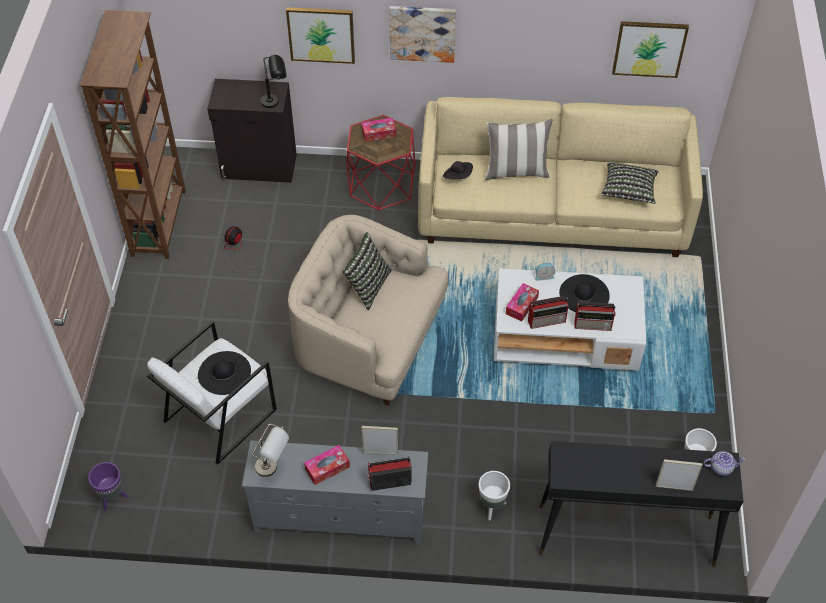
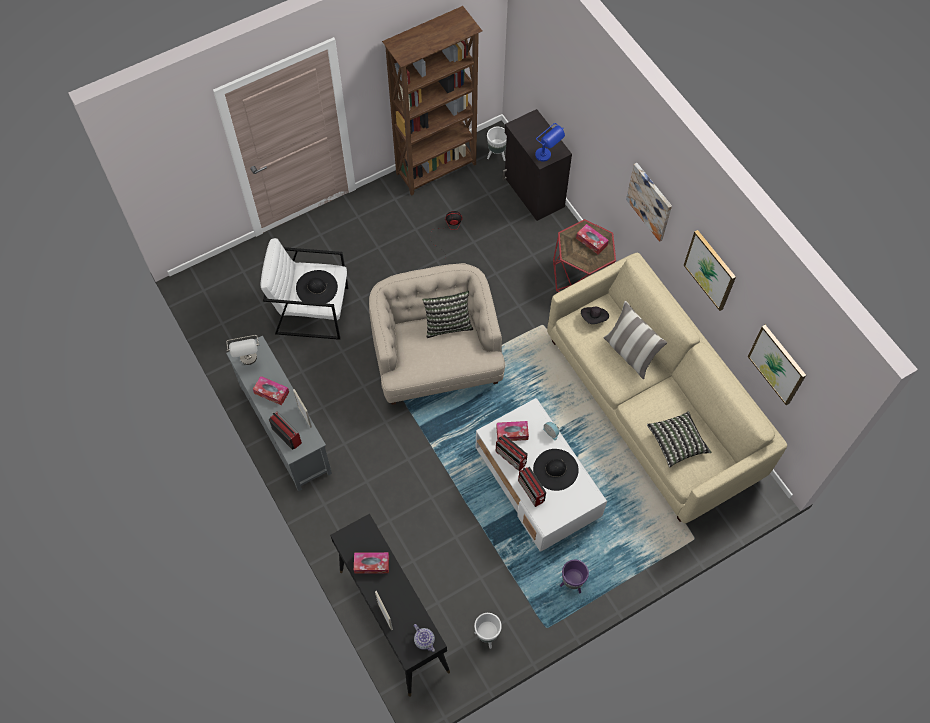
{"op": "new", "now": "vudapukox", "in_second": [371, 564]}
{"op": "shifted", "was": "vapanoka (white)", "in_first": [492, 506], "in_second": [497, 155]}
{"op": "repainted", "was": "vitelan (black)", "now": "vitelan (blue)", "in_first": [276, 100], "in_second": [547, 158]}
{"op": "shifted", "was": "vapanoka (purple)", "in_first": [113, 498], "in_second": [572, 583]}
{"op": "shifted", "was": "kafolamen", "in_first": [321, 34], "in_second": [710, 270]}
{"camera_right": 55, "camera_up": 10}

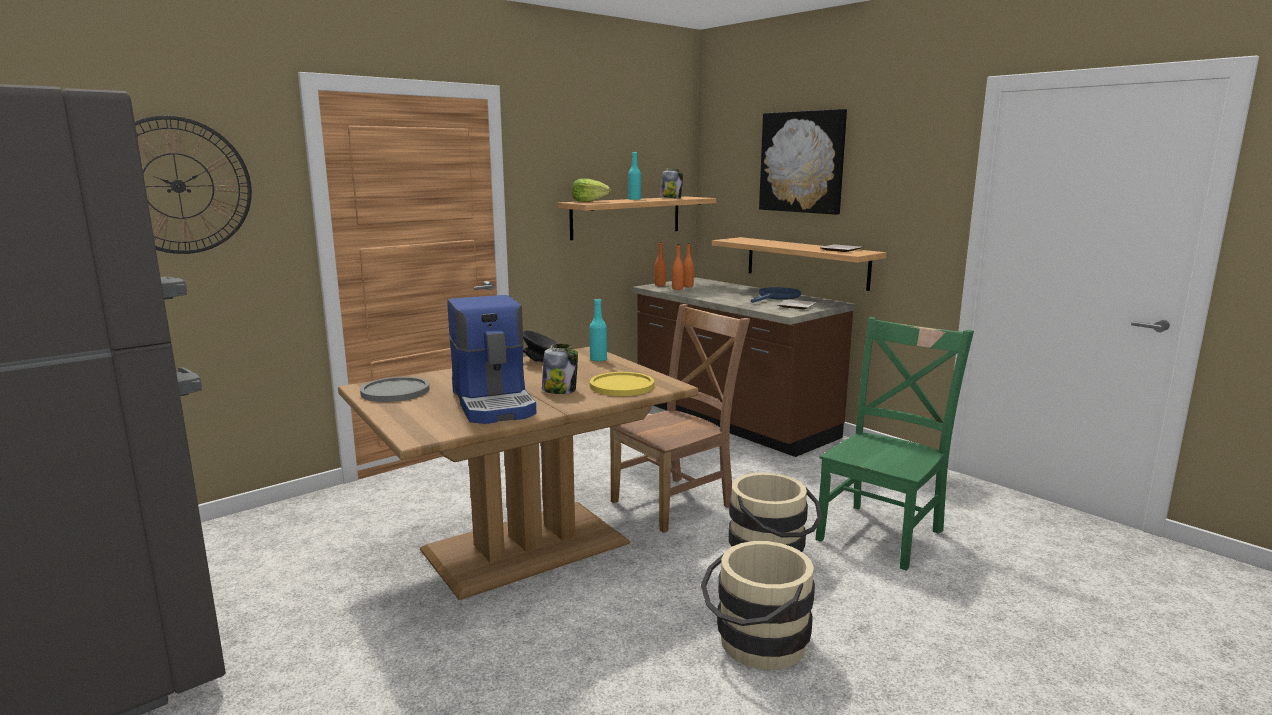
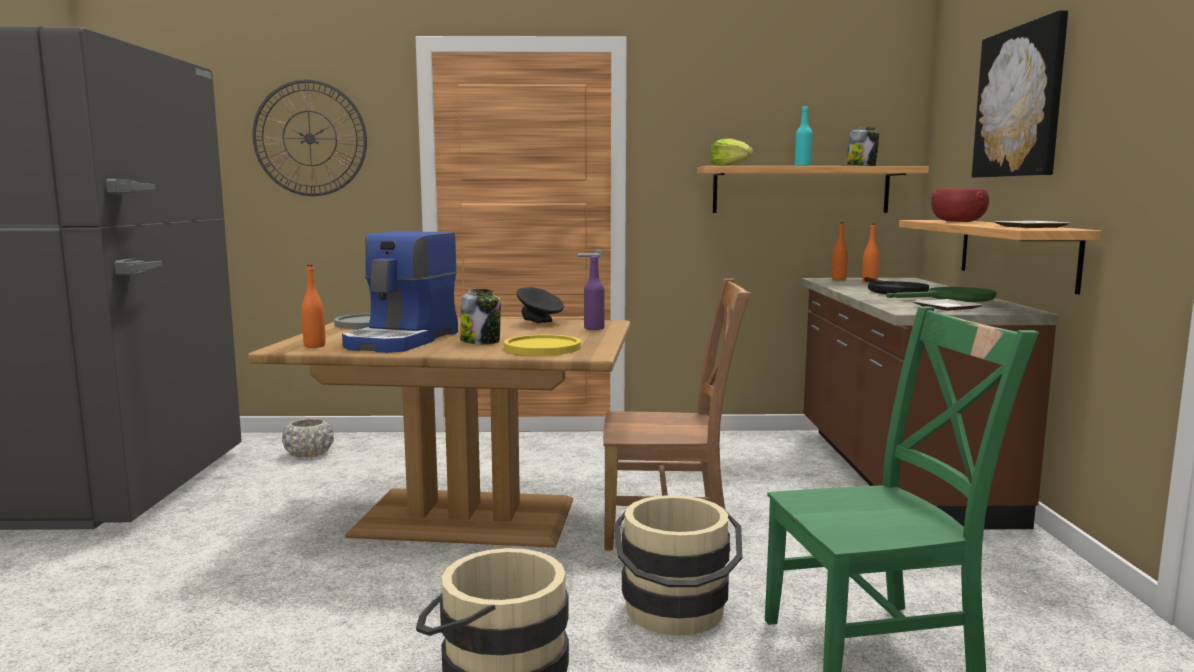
{"op": "new", "now": "vapanoka (beige)", "in_second": [308, 454]}
{"op": "shifted", "was": "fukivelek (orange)", "in_first": [677, 289], "in_second": [314, 346]}
{"op": "repainted", "was": "fukivelek (turquoise)", "now": "fukivelek (purple)", "in_first": [598, 359], "in_second": [594, 329]}
{"op": "new", "now": "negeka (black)", "in_second": [893, 291]}
{"op": "repainted", "was": "negeka (blue)", "now": "negeka (green)", "in_first": [776, 297], "in_second": [953, 299]}
{"op": "new", "now": "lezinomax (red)", "in_second": [957, 222]}
{"camera_right": 40, "camera_up": -5}

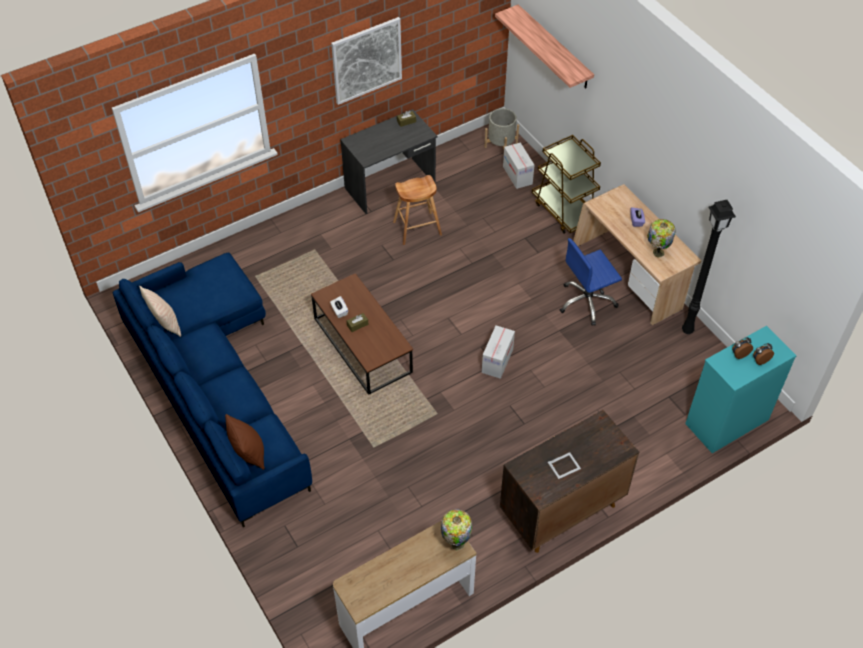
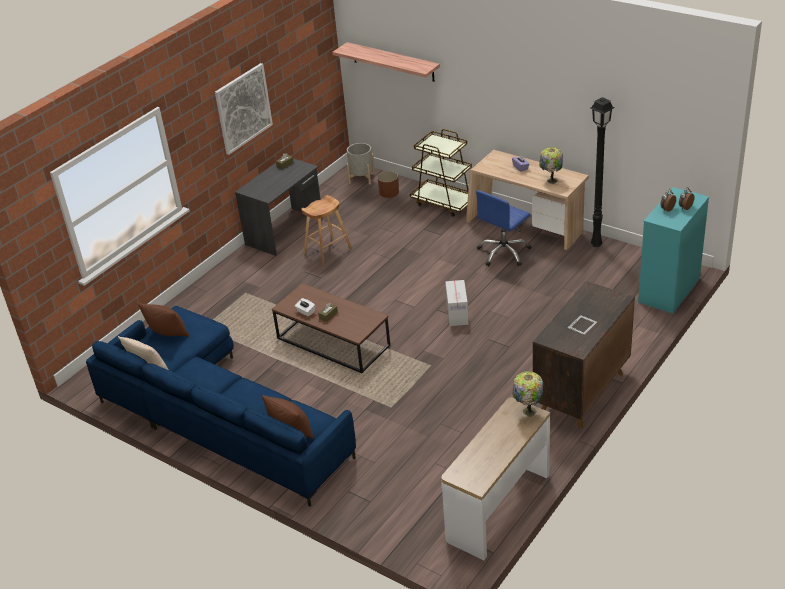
{"op": "new", "now": "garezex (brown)", "in_second": [168, 335]}
{"op": "swapped", "was": "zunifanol", "now": "vapanoka (brown)", "in_first": [517, 175], "in_second": [389, 192]}
{"camera_right": -20, "camera_up": -15}

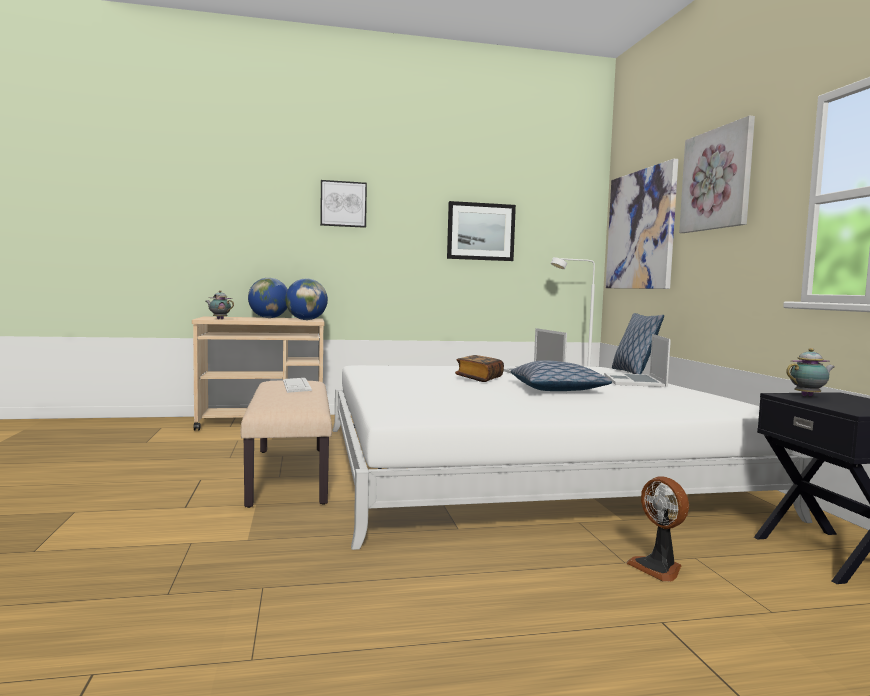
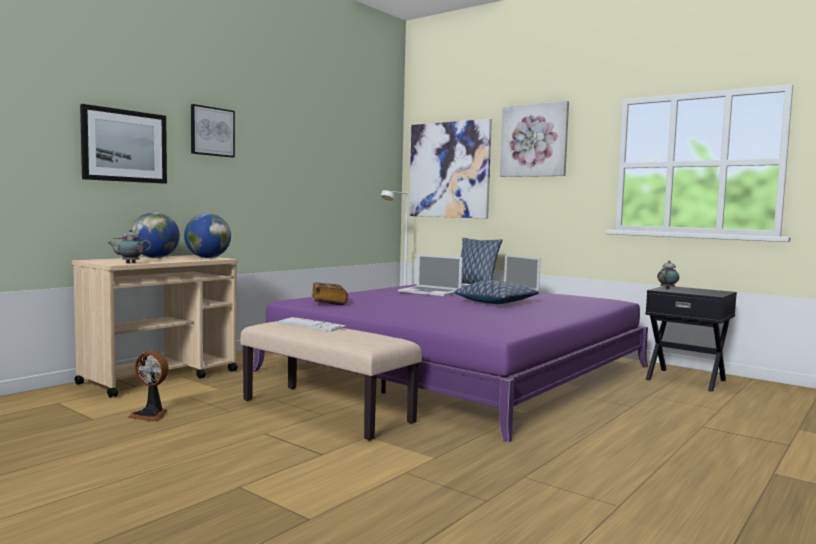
{"op": "shifted", "was": "kafolamen", "in_first": [480, 231], "in_second": [124, 146]}
{"op": "shifted", "was": "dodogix", "in_first": [658, 568], "in_second": [151, 415]}
{"op": "repainted", "was": "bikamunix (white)", "now": "bikamunix (purple)", "in_first": [520, 467], "in_second": [457, 369]}
{"op": "shifted", "was": "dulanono", "in_first": [479, 378], "in_second": [329, 303]}
{"camera_right": -40, "camera_up": 0}

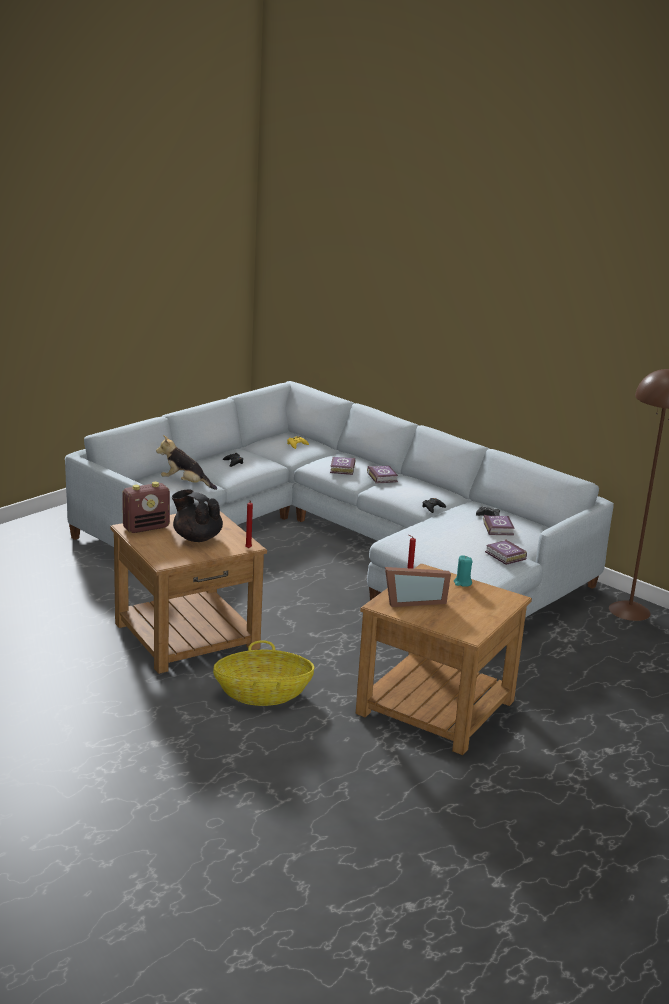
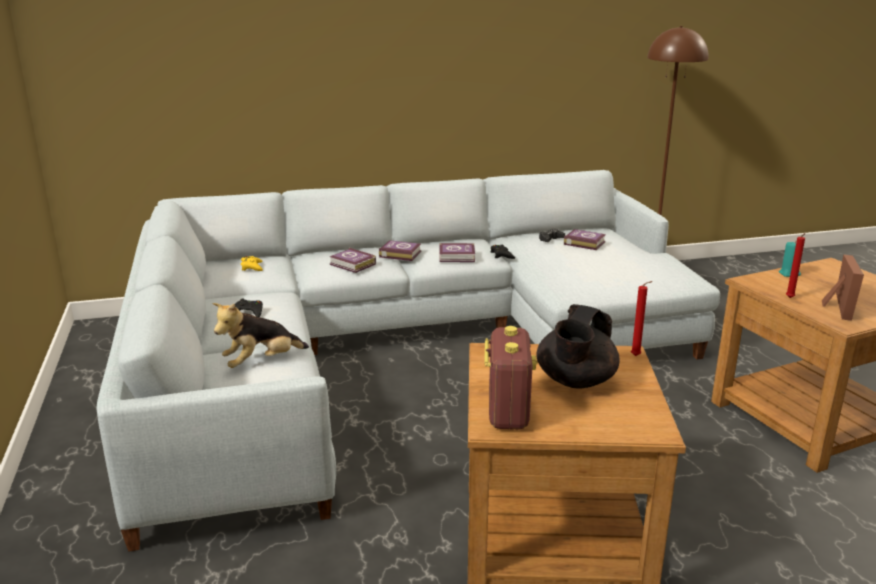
{"op": "shifted", "was": "dulanono", "in_first": [505, 556], "in_second": [458, 257]}
{"op": "rotated", "was": "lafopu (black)", "in_first": [196, 538], "in_second": [575, 381], "clockwise": -45}
{"op": "gone", "was": "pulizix", "in_first": [263, 694]}
{"camera_right": -55, "camera_up": 0}

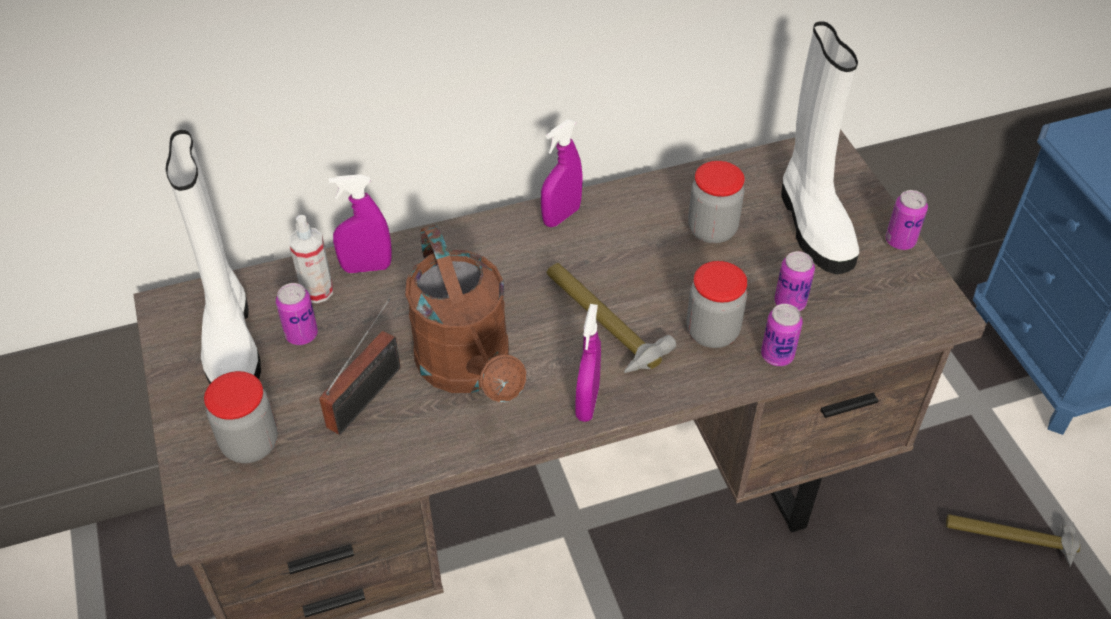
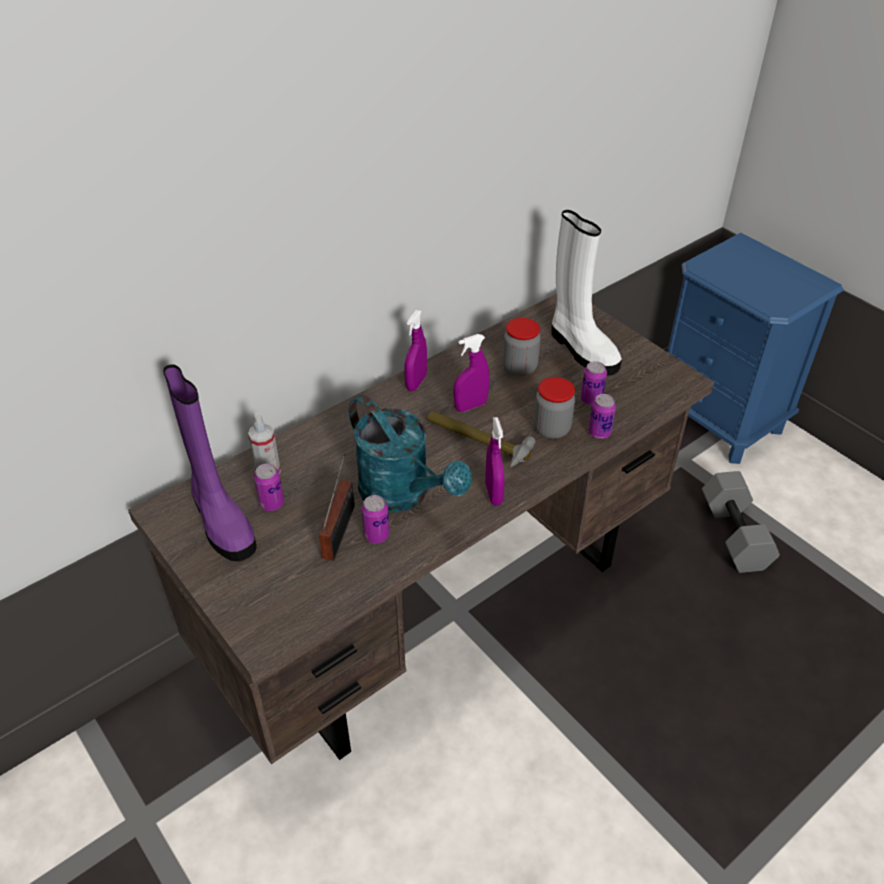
{"op": "repainted", "was": "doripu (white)", "now": "doripu (purple)", "in_first": [231, 340], "in_second": [221, 521]}
{"op": "repainted", "was": "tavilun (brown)", "now": "tavilun (turquoise)", "in_first": [470, 369], "in_second": [404, 494]}
{"op": "shifted", "was": "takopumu", "in_first": [900, 241], "in_second": [376, 535]}
{"op": "shifted", "was": "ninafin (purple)", "in_first": [366, 267], "in_second": [470, 406]}
{"op": "swapped", "was": "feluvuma", "now": "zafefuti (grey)", "in_first": [1009, 538], "in_second": [736, 535]}
{"op": "gone", "was": "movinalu", "in_first": [250, 444]}
{"camera_right": -20, "camera_up": -5}

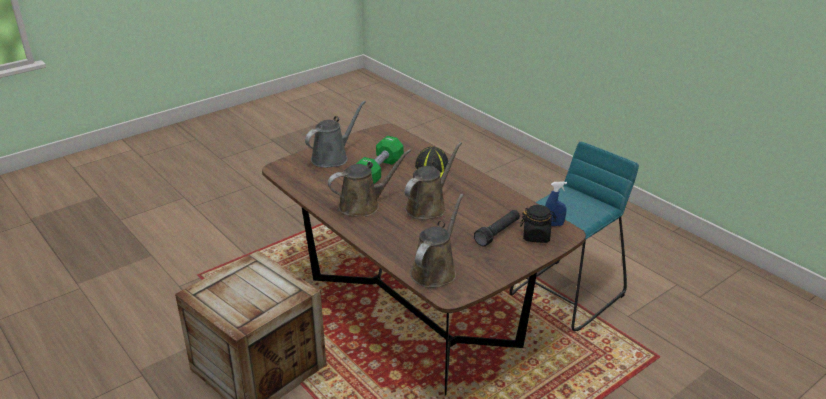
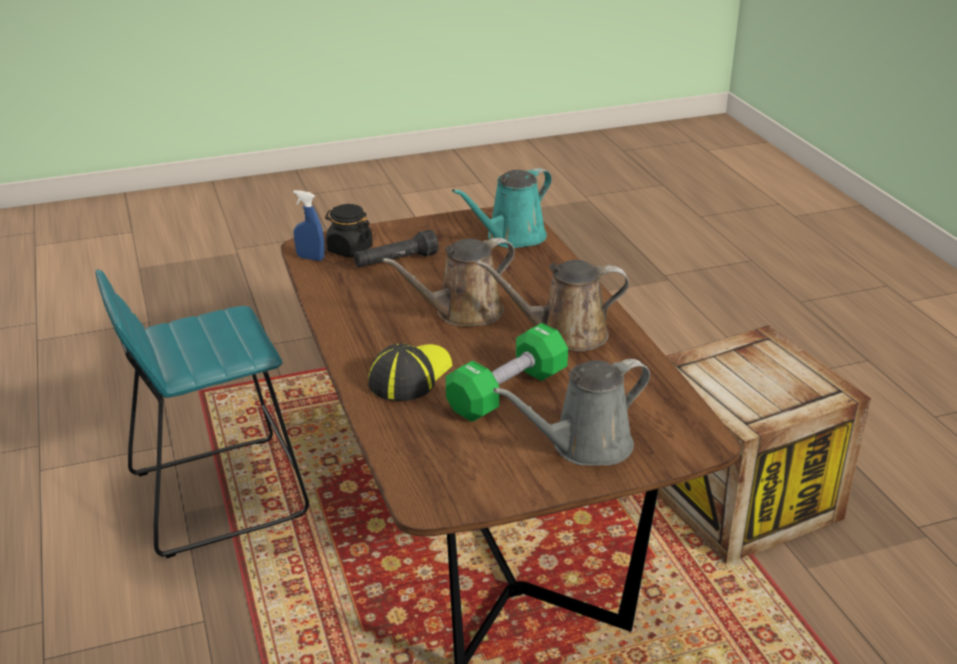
{"op": "repainted", "was": "tavilun (brown)", "now": "tavilun (turquoise)", "in_first": [435, 271], "in_second": [511, 237]}
{"camera_right": -160, "camera_up": 0}

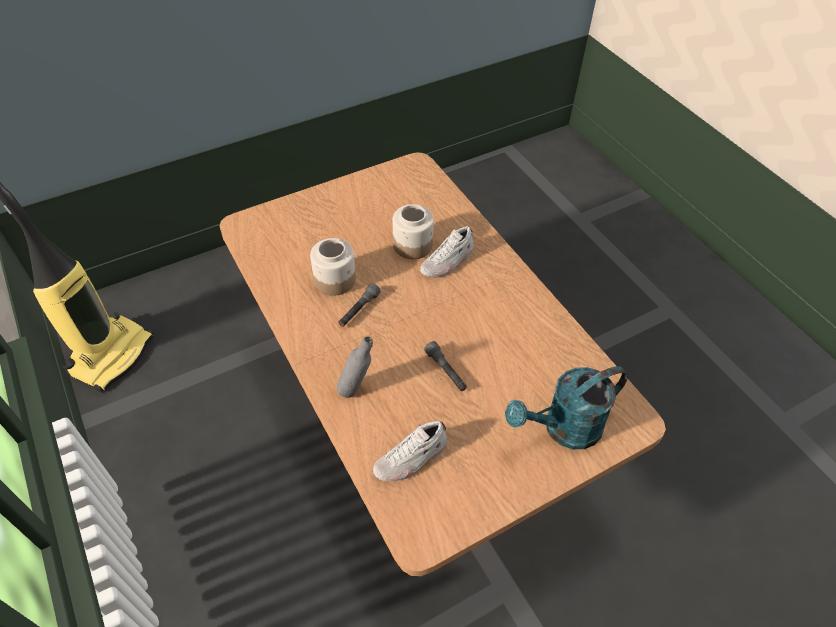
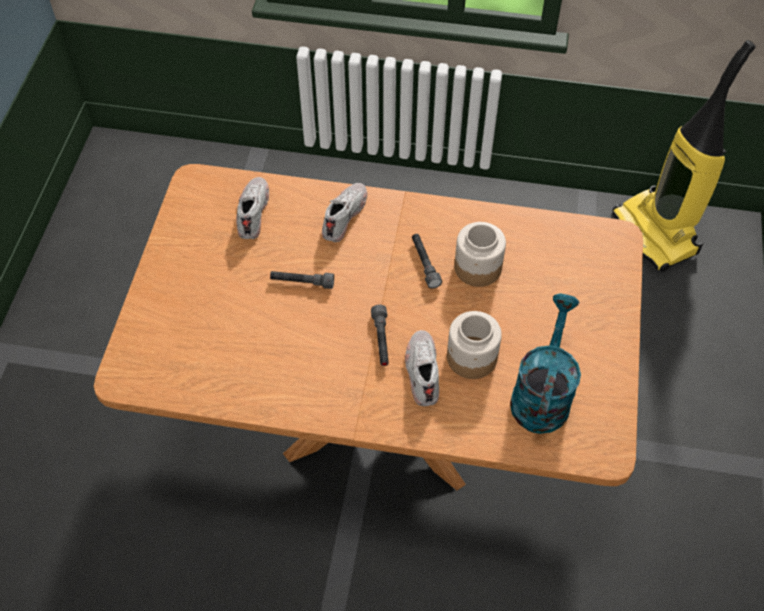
{"op": "swapped", "was": "fukivelek (grey)", "now": "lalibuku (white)", "in_first": [356, 389], "in_second": [344, 215]}
{"op": "new", "now": "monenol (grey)", "in_second": [381, 340]}
{"op": "shifted", "was": "tavilun (turquoise)", "in_first": [563, 429], "in_second": [542, 393]}
{"camera_right": 130, "camera_up": 5}

